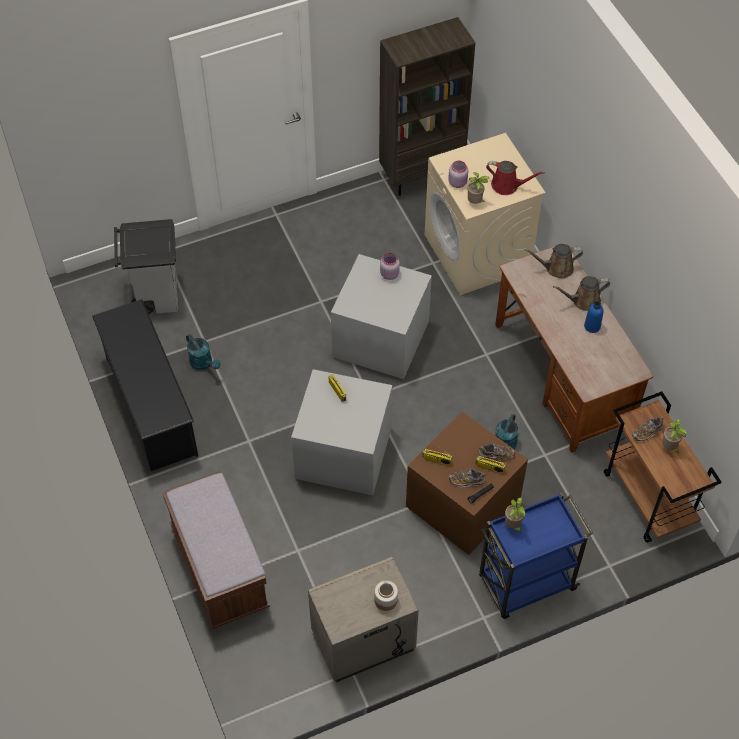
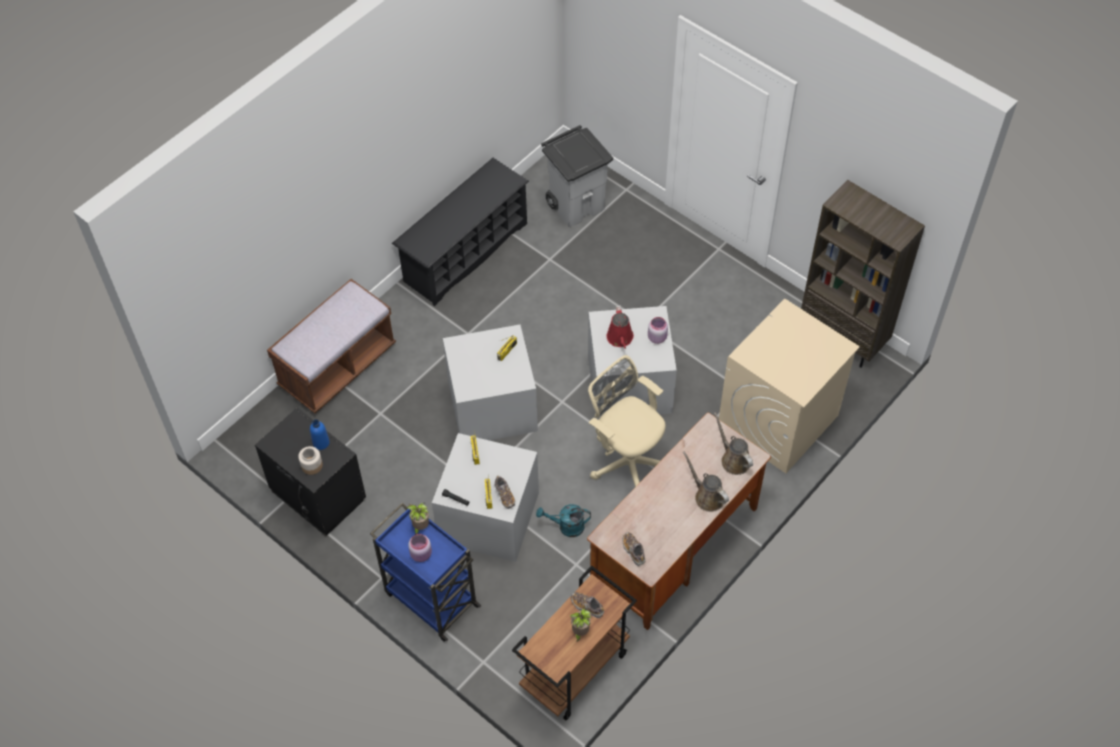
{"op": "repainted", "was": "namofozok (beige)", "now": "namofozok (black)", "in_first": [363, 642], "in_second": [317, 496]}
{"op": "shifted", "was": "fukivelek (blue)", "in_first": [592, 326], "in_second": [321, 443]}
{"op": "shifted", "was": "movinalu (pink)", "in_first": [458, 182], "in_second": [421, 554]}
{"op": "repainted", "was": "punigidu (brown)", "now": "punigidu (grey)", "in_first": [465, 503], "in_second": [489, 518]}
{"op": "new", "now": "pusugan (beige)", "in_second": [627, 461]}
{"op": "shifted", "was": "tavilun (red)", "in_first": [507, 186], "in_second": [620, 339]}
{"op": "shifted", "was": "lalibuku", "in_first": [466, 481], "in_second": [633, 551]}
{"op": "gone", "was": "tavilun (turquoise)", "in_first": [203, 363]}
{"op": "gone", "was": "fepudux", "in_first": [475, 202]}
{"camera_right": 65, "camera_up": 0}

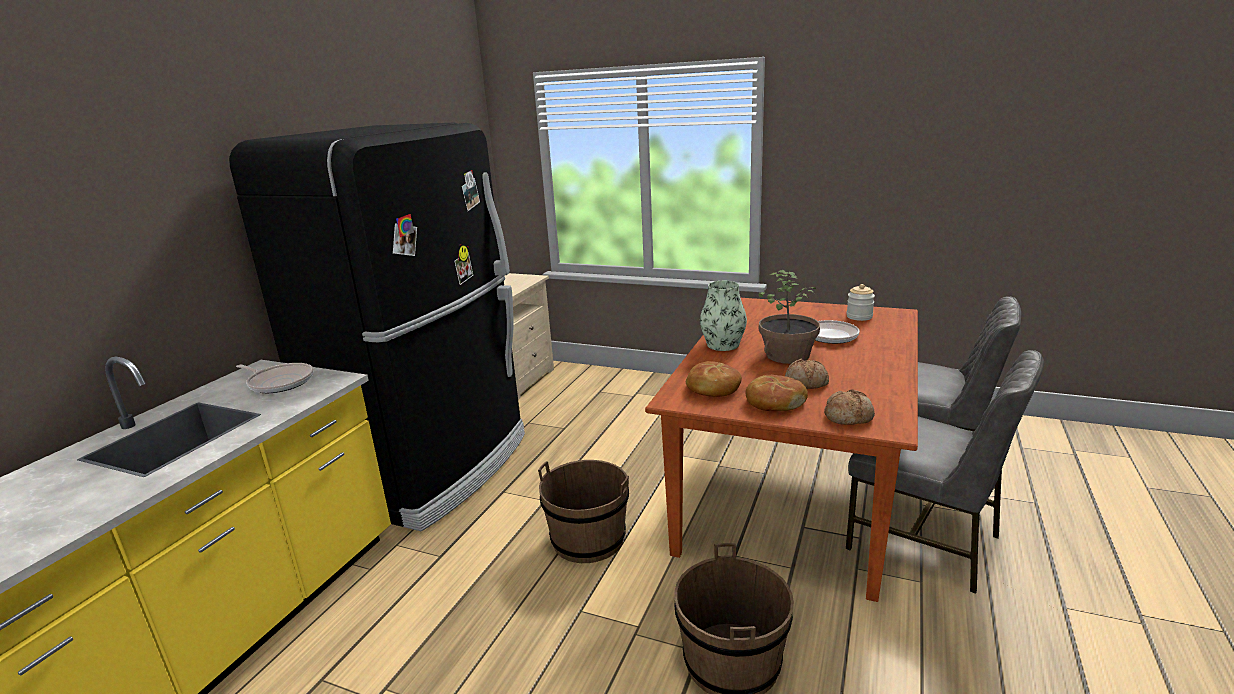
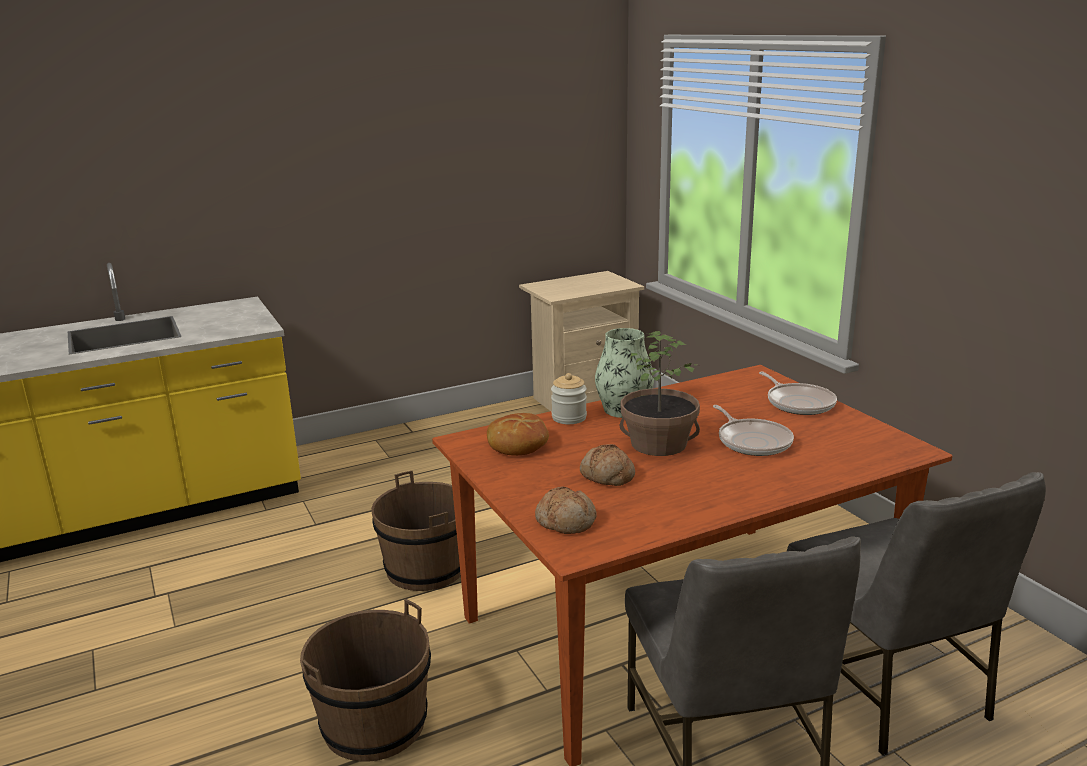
{"op": "shifted", "was": "movinalu", "in_first": [859, 316], "in_second": [569, 418]}
{"op": "shifted", "was": "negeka", "in_first": [279, 382], "in_second": [798, 403]}
{"op": "gone", "was": "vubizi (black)", "in_first": [434, 468]}
{"op": "gone", "was": "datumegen", "in_first": [774, 402]}
{"camera_right": 40, "camera_up": 0}

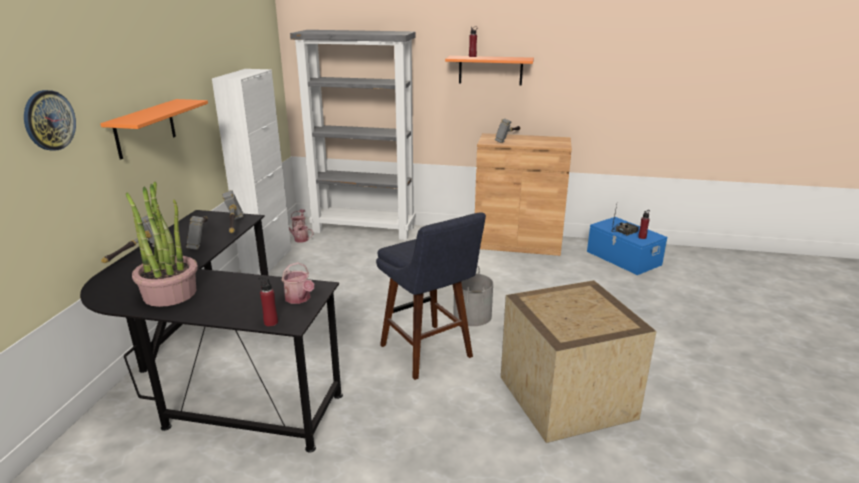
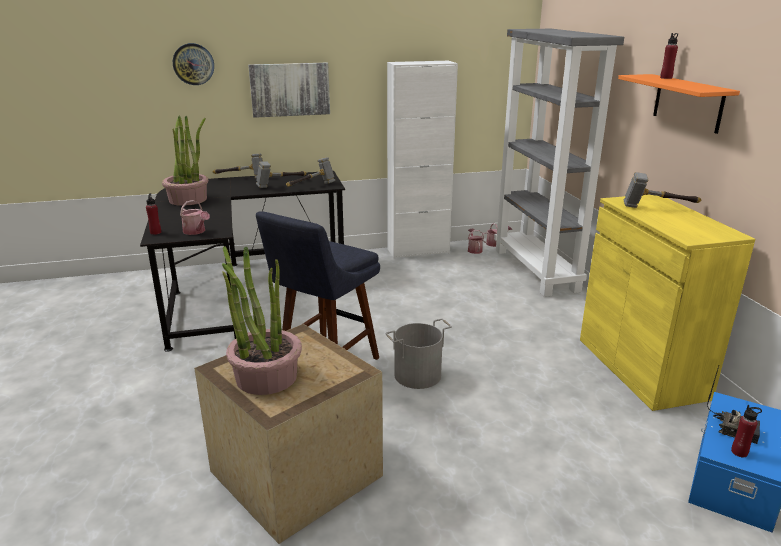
{"op": "rotated", "was": "tavilun", "in_first": [299, 299], "in_second": [196, 232], "clockwise": -75}
{"op": "new", "now": "fepudux", "in_second": [266, 376]}
{"op": "swapped", "was": "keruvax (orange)", "now": "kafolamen", "in_first": [145, 128], "in_second": [290, 89]}
{"op": "repainted", "was": "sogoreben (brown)", "now": "sogoreben (yellow)", "in_first": [517, 243], "in_second": [641, 368]}
{"camera_right": 65, "camera_up": 0}

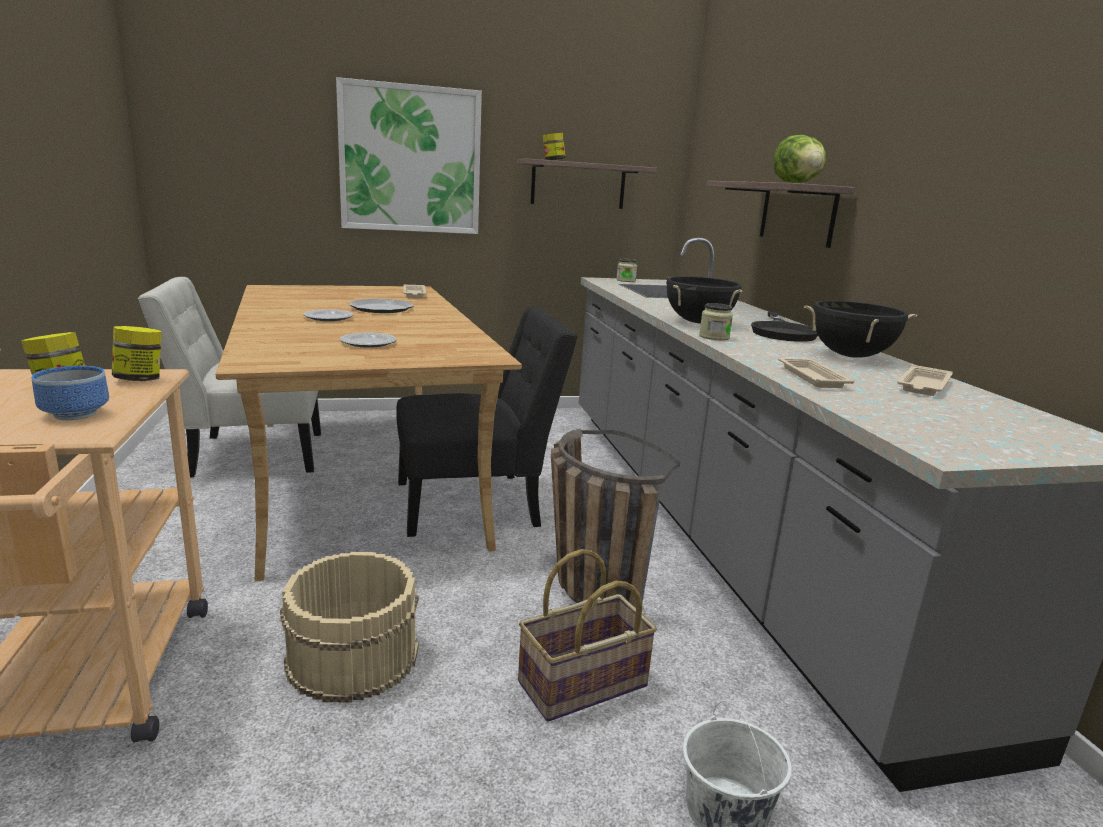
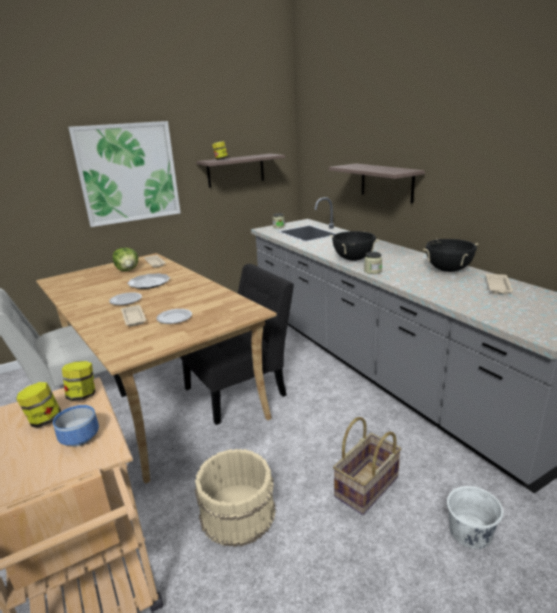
{"op": "shifted", "was": "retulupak", "in_first": [797, 183], "in_second": [128, 270]}
{"op": "shifted", "was": "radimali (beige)", "in_first": [811, 377], "in_second": [133, 318]}
{"op": "gone", "was": "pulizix", "in_first": [586, 581]}
{"op": "gone", "was": "negeka (black)", "in_first": [782, 332]}
{"camera_right": -15, "camera_up": 5}

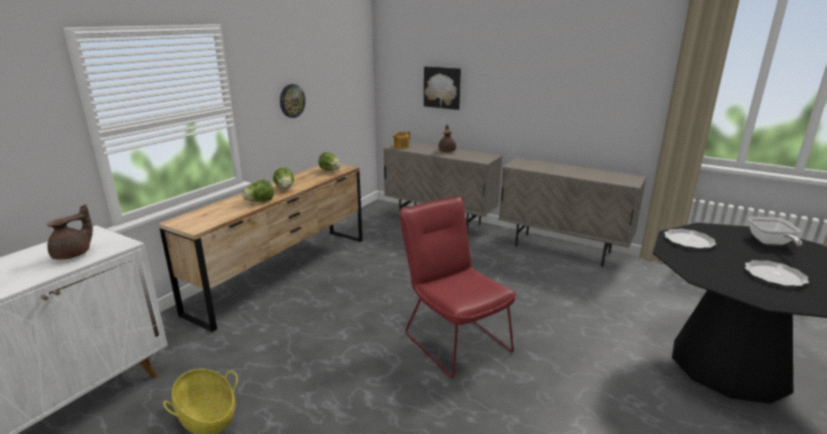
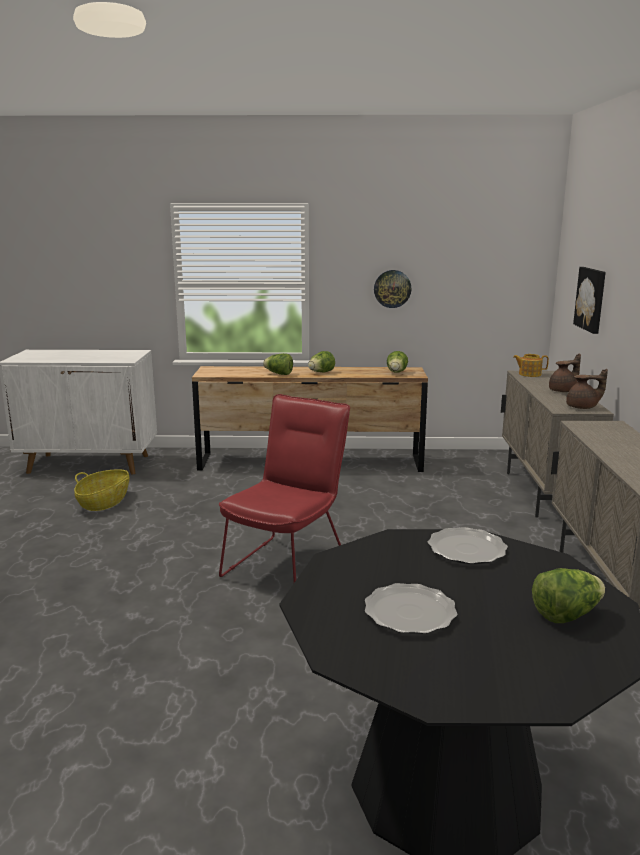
{"op": "swapped", "was": "negeka", "now": "retulupak", "in_first": [770, 243], "in_second": [566, 615]}
{"op": "shifted", "was": "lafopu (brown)", "in_first": [74, 254], "in_second": [583, 407]}
{"camera_right": 60, "camera_up": -5}

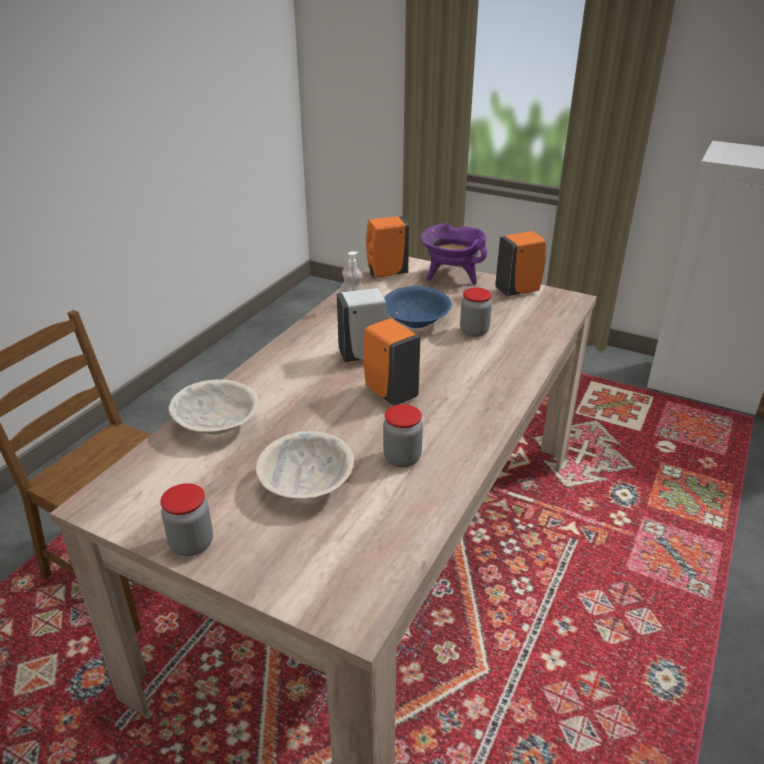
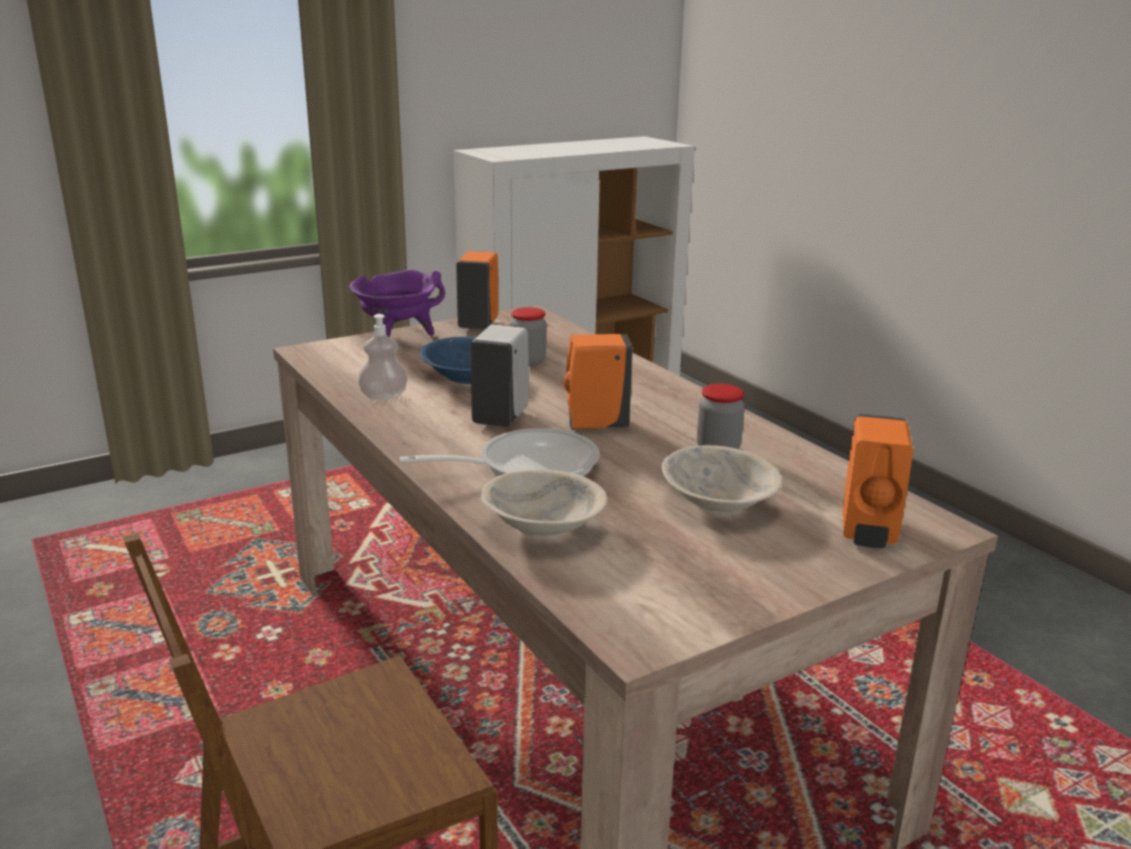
{"op": "new", "now": "negeka", "in_second": [527, 466]}
{"op": "shifted", "was": "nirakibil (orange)", "in_first": [385, 274], "in_second": [867, 532]}
{"op": "gone", "was": "movinalu", "in_first": [192, 544]}
{"camera_right": -60, "camera_up": -10}

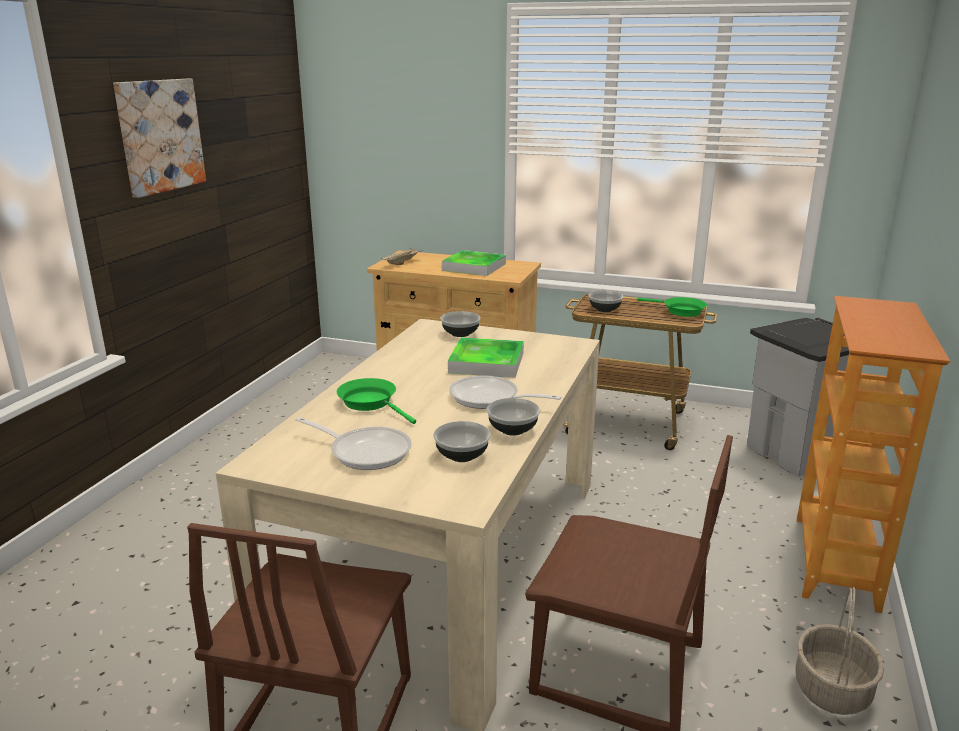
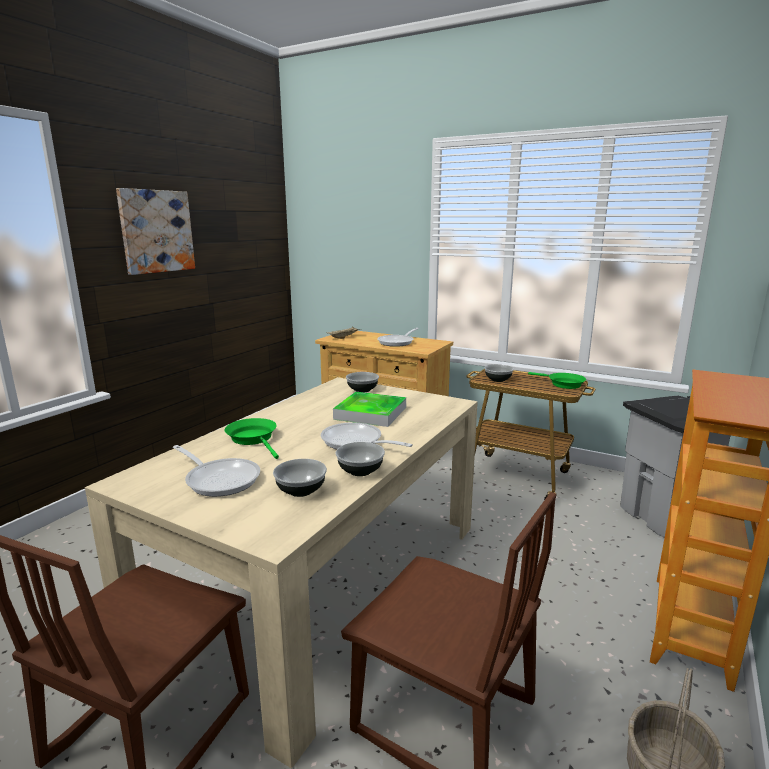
{"op": "swapped", "was": "radimali", "now": "negeka", "in_first": [474, 267], "in_second": [398, 342]}
{"camera_right": 10, "camera_up": -5}

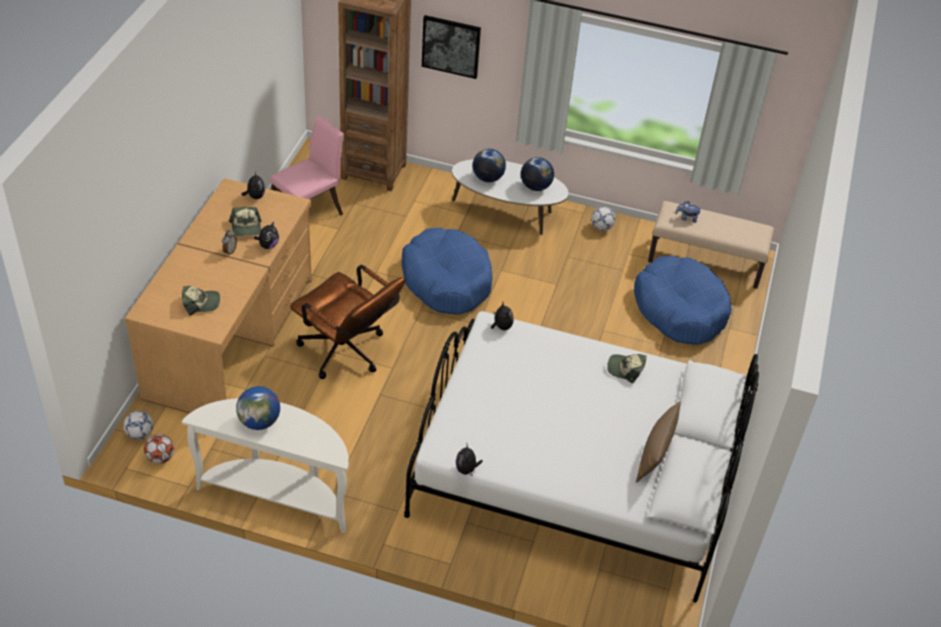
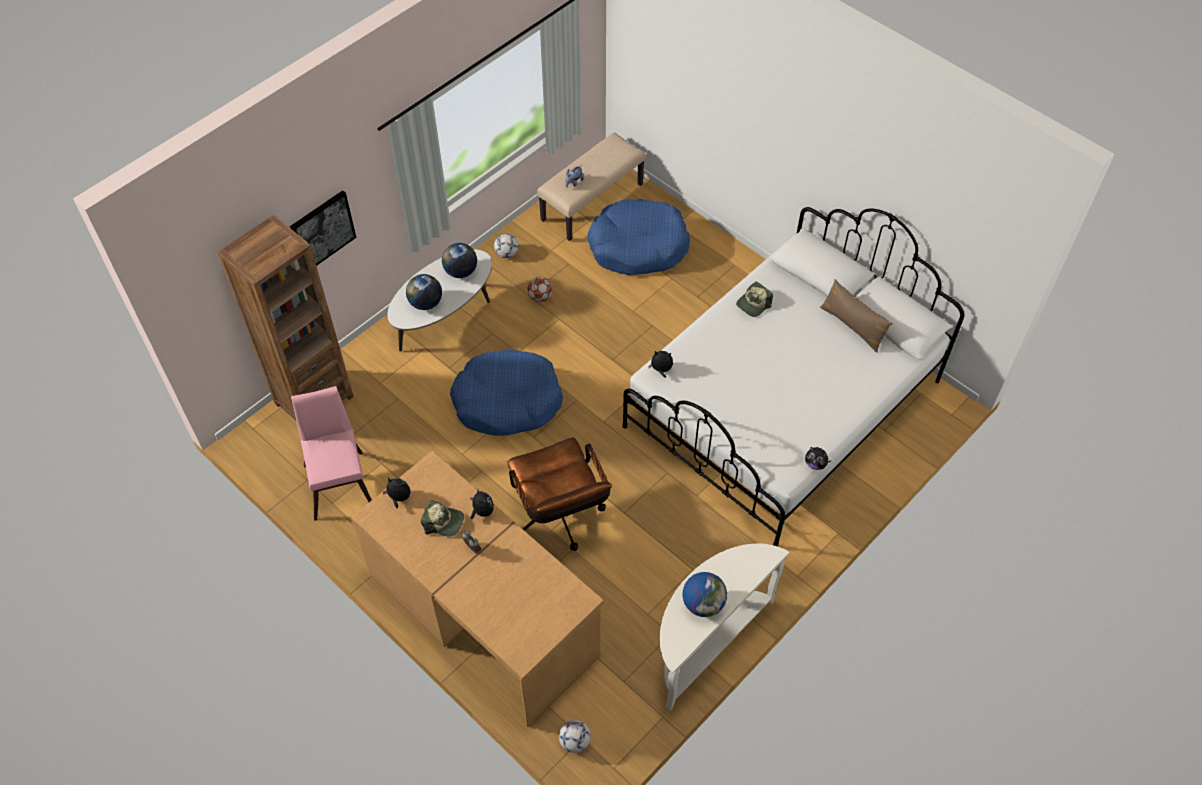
{"op": "rotated", "was": "pusugan (brown)", "in_first": [347, 354], "in_second": [560, 520], "clockwise": 90}
{"op": "shifted", "was": "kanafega", "in_first": [160, 458], "in_second": [540, 297]}
{"op": "gone", "was": "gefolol", "in_first": [201, 303]}
{"camera_right": -60, "camera_up": 10}

